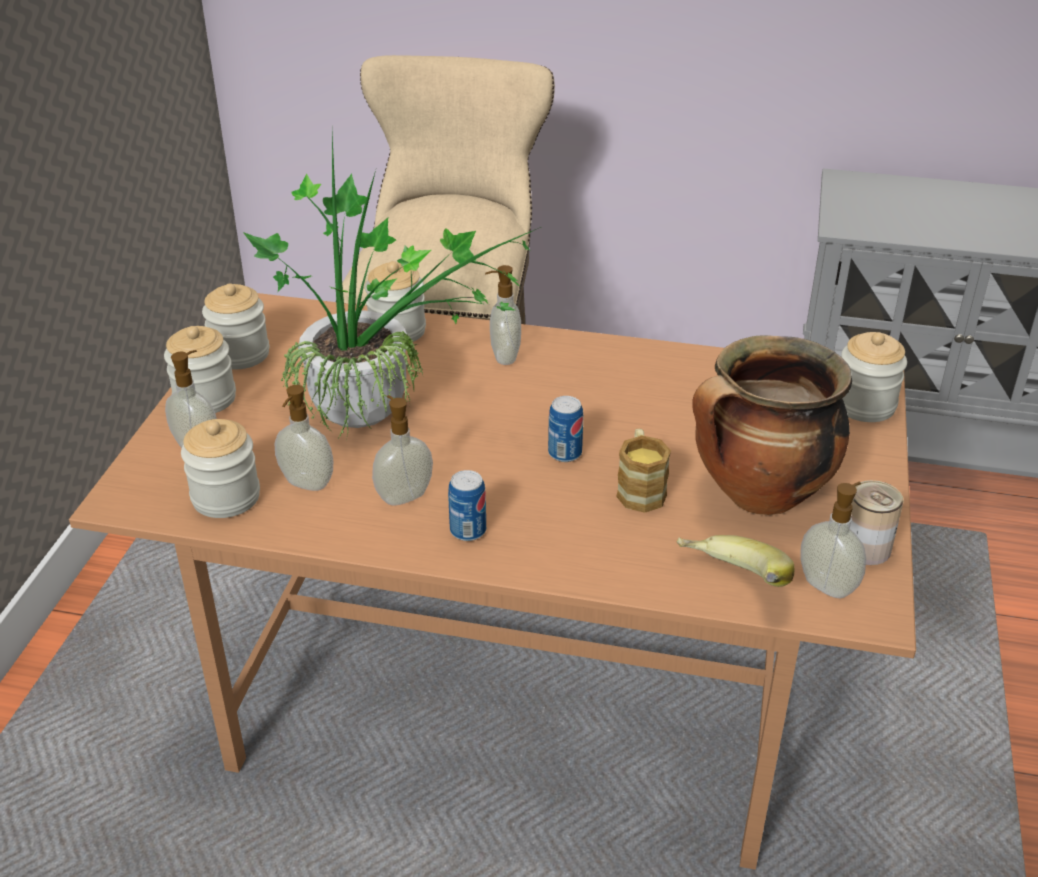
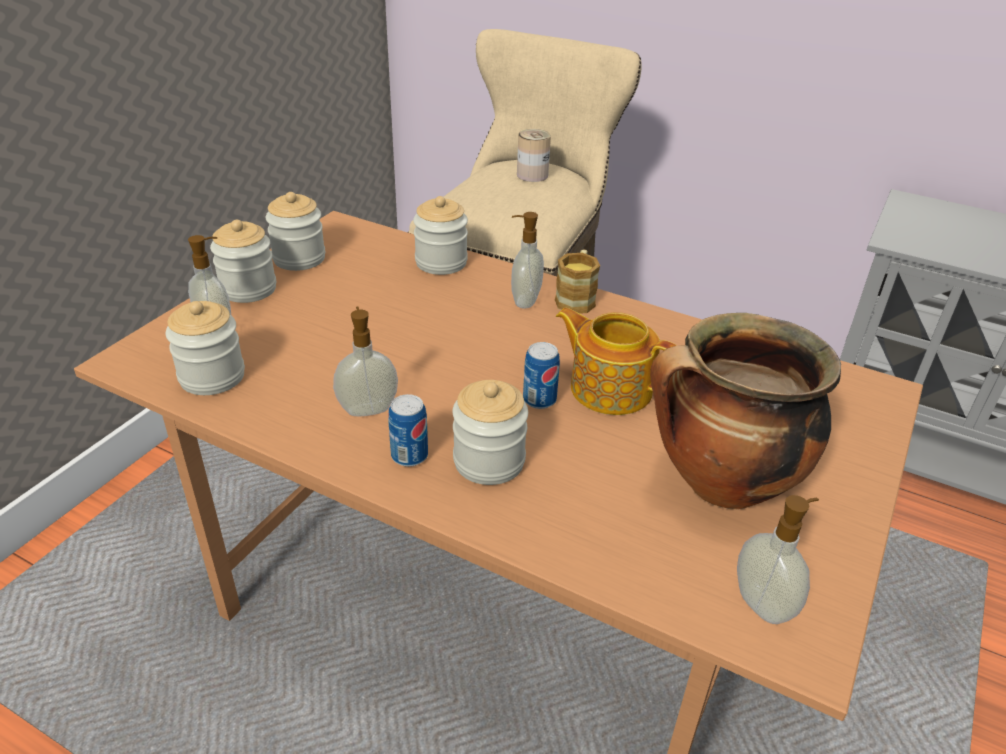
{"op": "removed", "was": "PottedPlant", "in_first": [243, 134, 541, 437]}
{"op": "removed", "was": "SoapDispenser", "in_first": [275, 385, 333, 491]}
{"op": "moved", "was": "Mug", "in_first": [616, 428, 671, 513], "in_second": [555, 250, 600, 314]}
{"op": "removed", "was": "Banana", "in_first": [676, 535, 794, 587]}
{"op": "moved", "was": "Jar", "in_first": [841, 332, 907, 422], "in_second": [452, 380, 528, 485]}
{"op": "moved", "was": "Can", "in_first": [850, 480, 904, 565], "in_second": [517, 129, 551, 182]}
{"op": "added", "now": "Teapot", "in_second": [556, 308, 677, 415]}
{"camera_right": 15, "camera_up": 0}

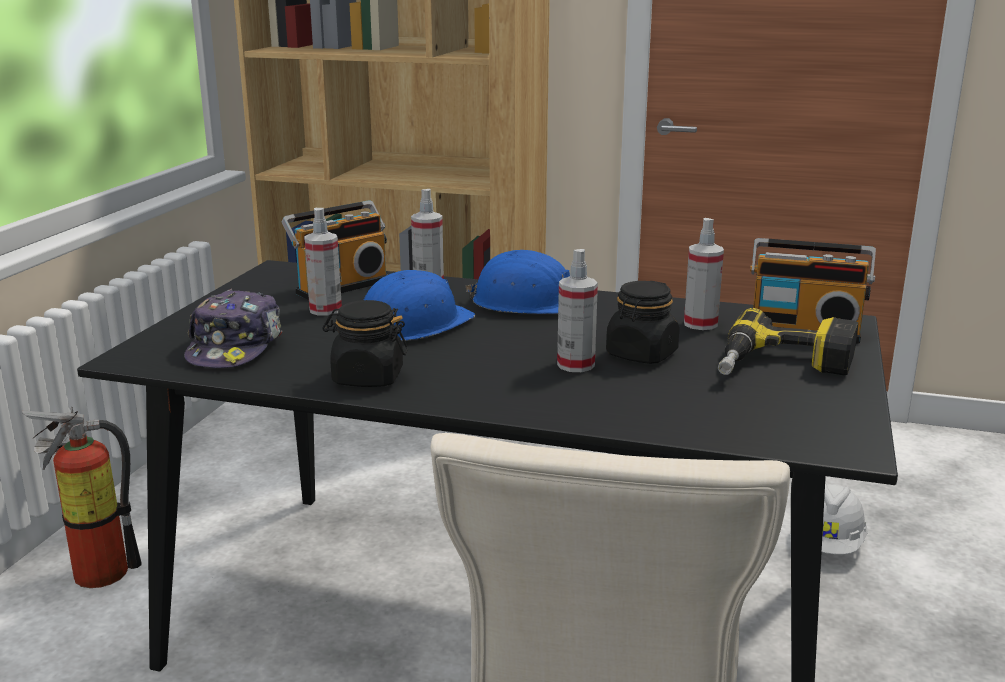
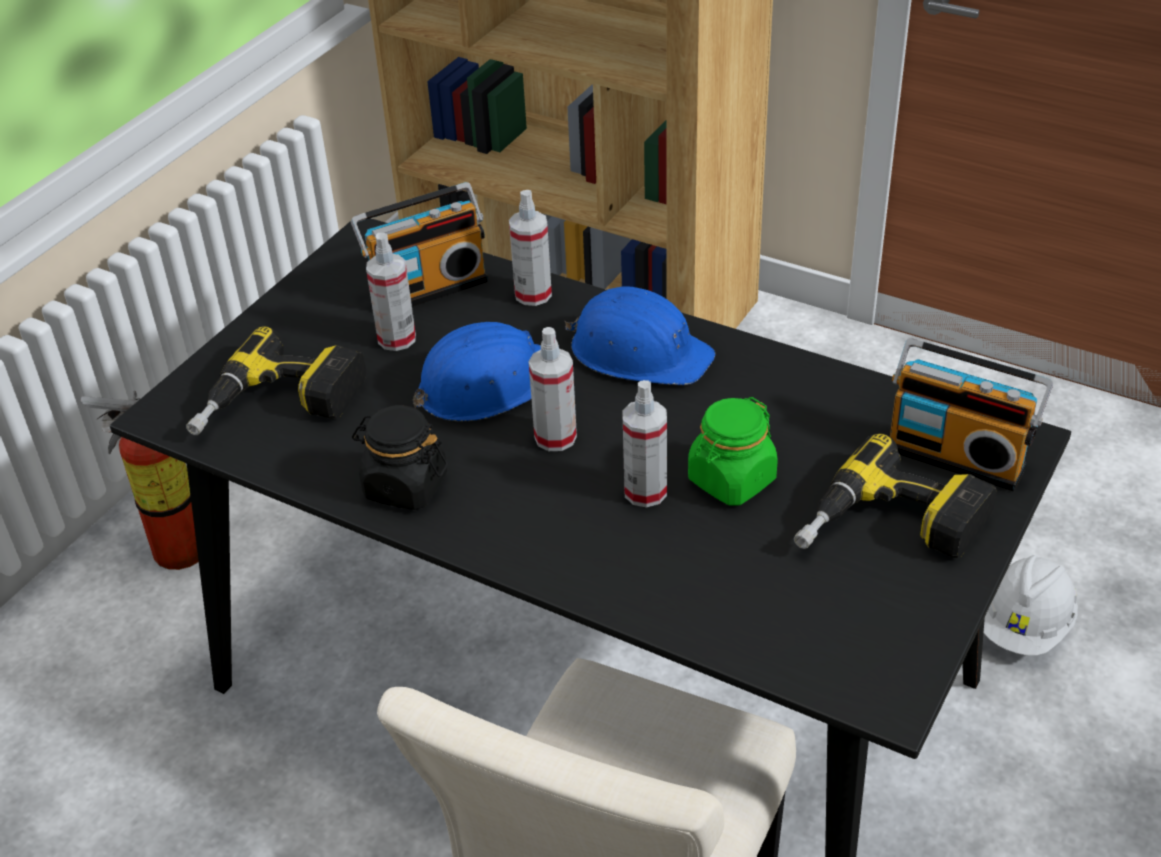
{"op": "replaced", "was": "Cap", "now": "PowerDrill", "in_first": [184, 289, 283, 368], "in_second": [186, 327, 366, 435]}
{"op": "recoloured", "was": "BlackJar", "now": "GreenJar", "in_first": [606, 281, 679, 364], "in_second": [688, 397, 778, 506]}
{"op": "moved", "was": "SprayBottle", "in_first": [684, 218, 724, 330], "in_second": [529, 327, 577, 451]}
{"camera_right": 15, "camera_up": 20}

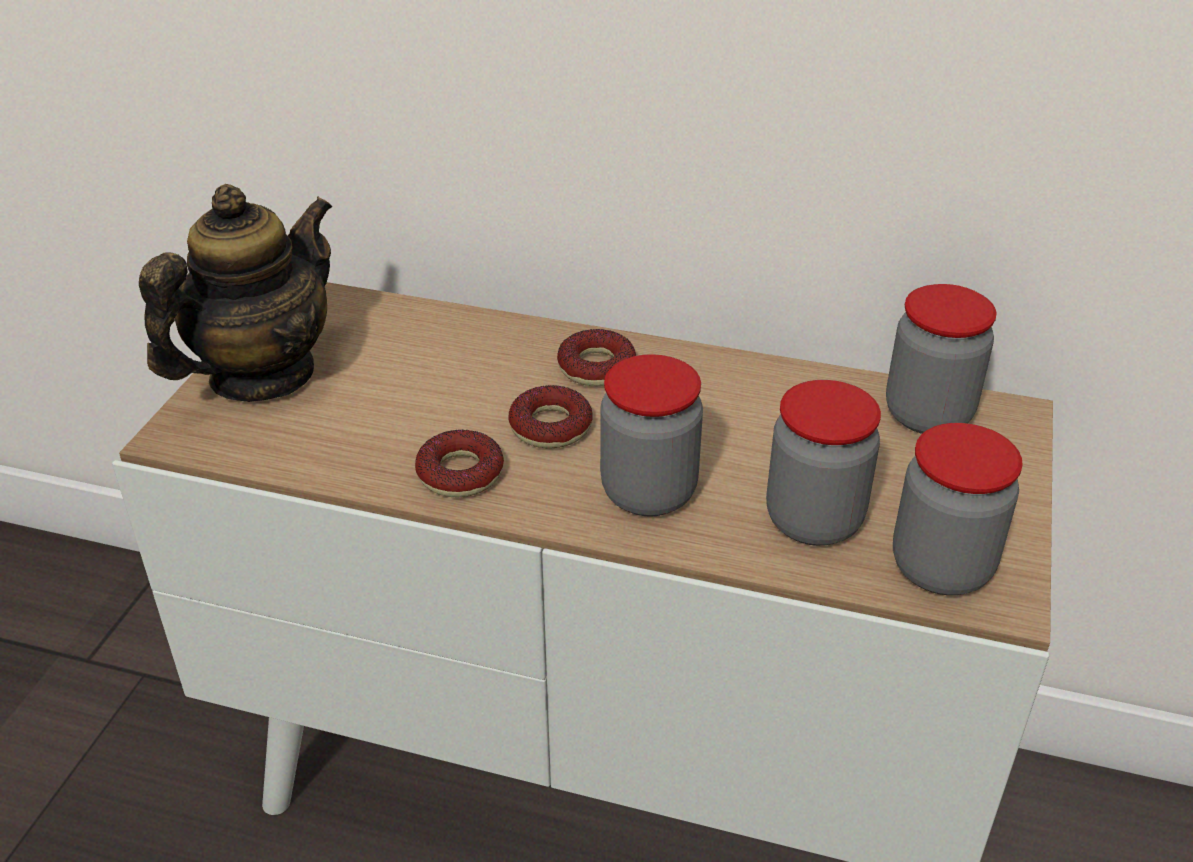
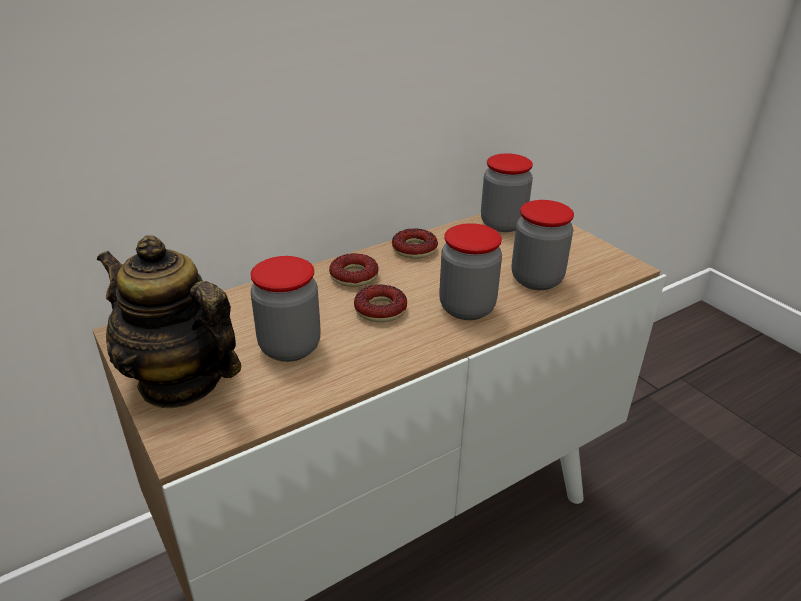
{"op": "turned", "was": "Teapot", "in_first": [139, 184, 333, 402], "in_second": [97, 235, 241, 408], "clockwise": -45}
{"op": "moved", "was": "Donut", "in_first": [415, 430, 504, 498], "in_second": [392, 228, 438, 259]}
{"op": "moved", "was": "Jar", "in_first": [893, 423, 1023, 595], "in_second": [250, 256, 321, 362]}
{"camera_right": -50, "camera_up": -5}

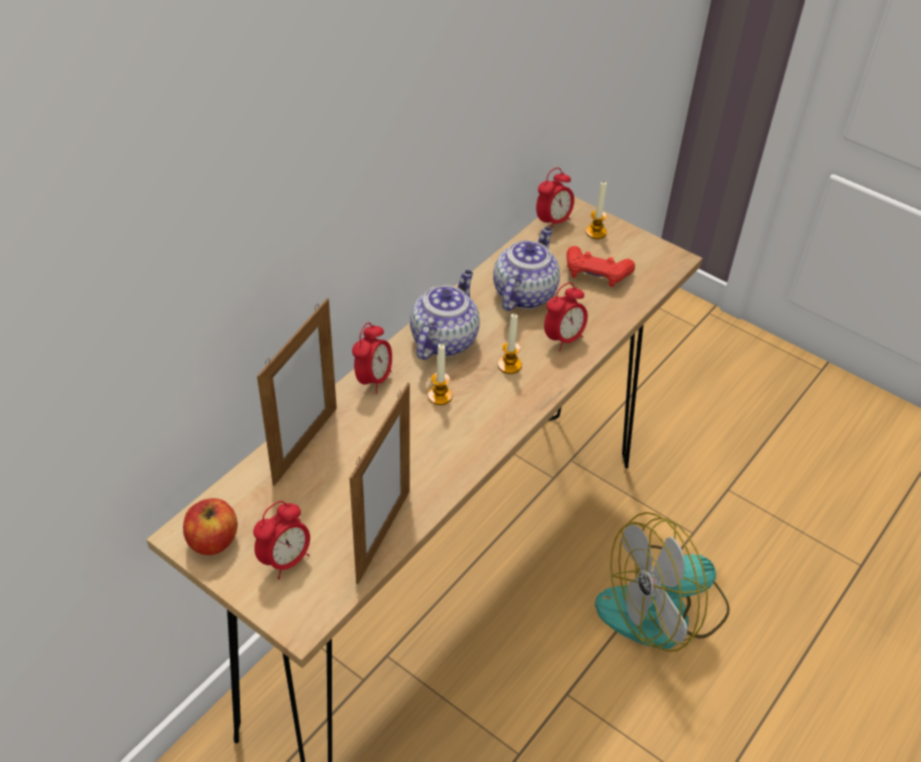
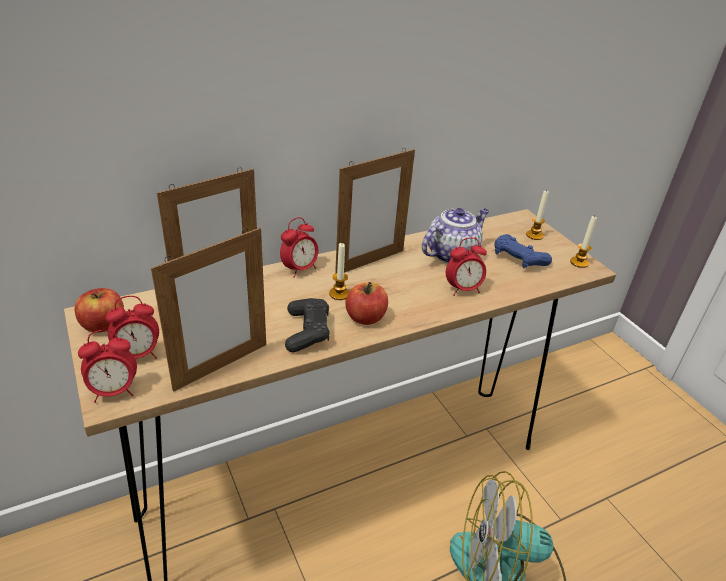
{"op": "replaced", "was": "Teapot", "now": "PictureFrame", "in_first": [410, 270, 480, 360], "in_second": [335, 148, 415, 274]}
{"op": "moved", "was": "Candle", "in_first": [498, 313, 522, 374], "in_second": [570, 216, 597, 268]}
{"op": "moved", "was": "AlarmClock", "in_first": [536, 168, 574, 229], "in_second": [78, 330, 137, 403]}
{"op": "recoloured", "was": "RedGameController", "now": "BlueGameController", "in_first": [566, 246, 635, 287], "in_second": [494, 234, 552, 268]}
{"op": "added", "now": "BlackGameController", "in_second": [285, 298, 330, 352]}
{"op": "added", "now": "Apple", "in_second": [345, 282, 388, 325]}
{"camera_right": 25, "camera_up": -10}

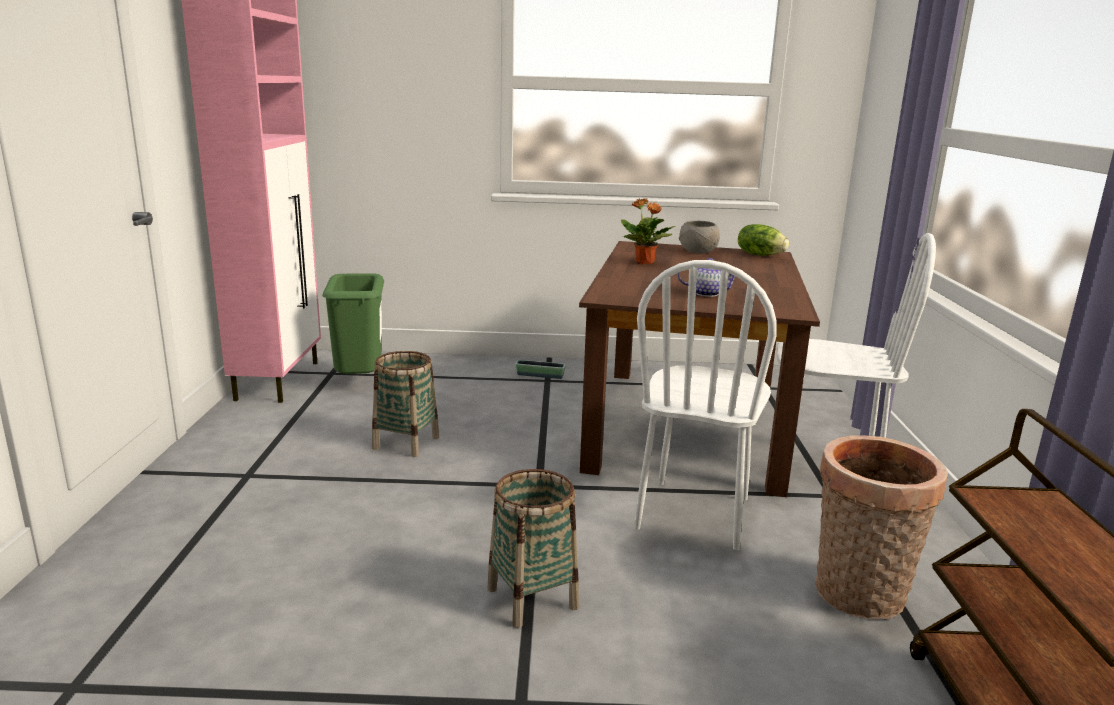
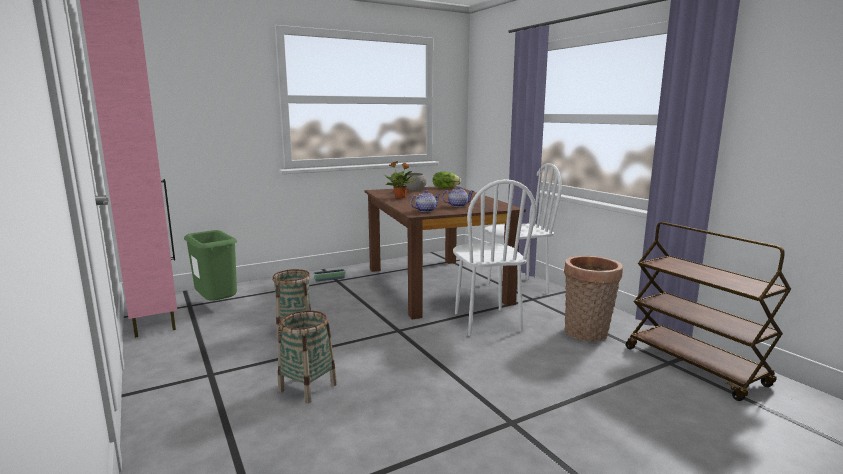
{"op": "moved", "was": "Basket", "in_first": [487, 469, 579, 628], "in_second": [278, 310, 337, 403]}
{"op": "added", "now": "Teapot", "in_second": [410, 190, 441, 212]}
{"camera_right": -30, "camera_up": -5}

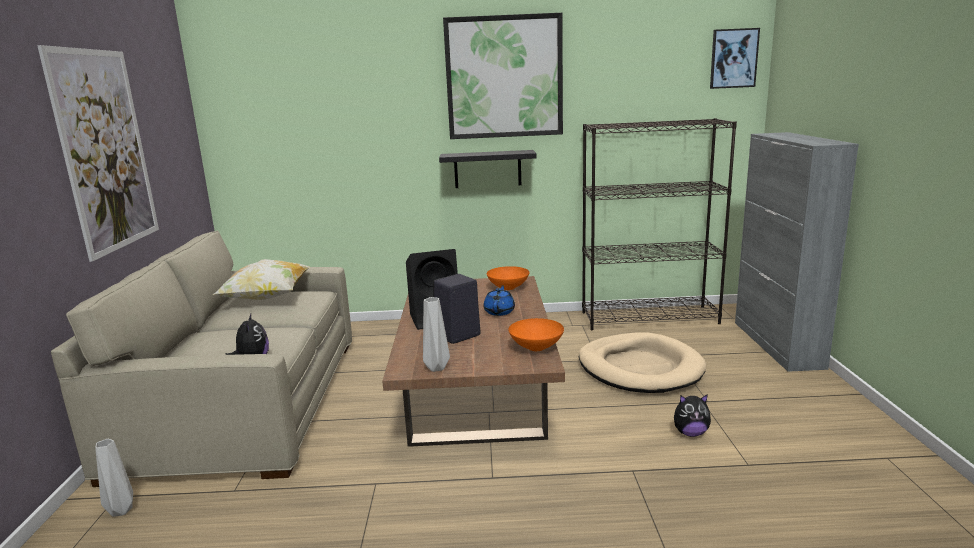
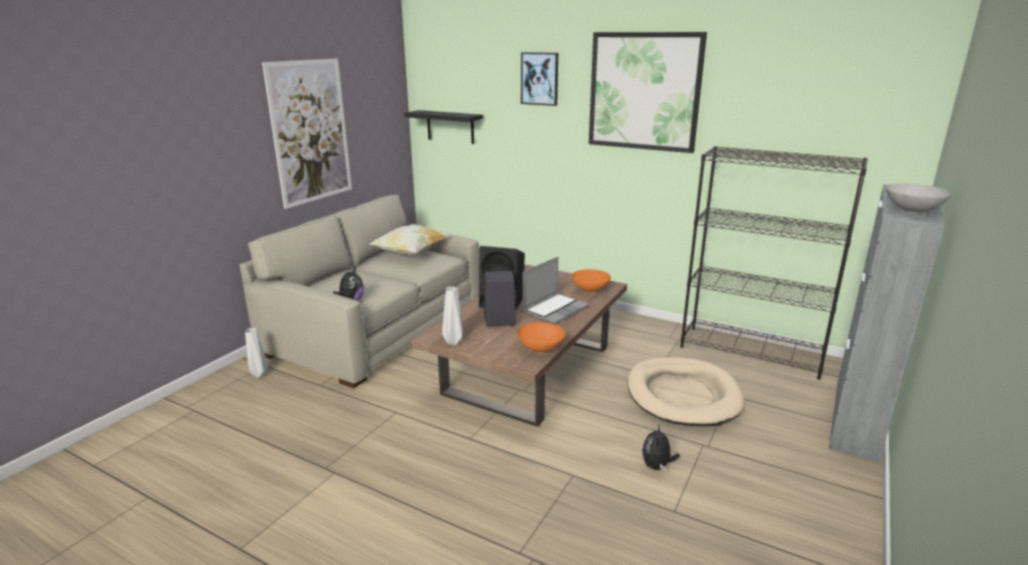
{"op": "moved", "was": "BlackShelf", "in_first": [439, 150, 537, 188], "in_second": [404, 110, 483, 144]}
{"op": "replaced", "was": "BlueTeapot", "now": "Laptop", "in_first": [483, 285, 515, 316], "in_second": [522, 257, 589, 324]}
{"op": "turned", "was": "PlushToy", "in_first": [674, 394, 711, 437], "in_second": [642, 424, 680, 471], "clockwise": 75}
{"op": "moved", "was": "Picture", "in_first": [710, 28, 760, 89], "in_second": [521, 52, 558, 106]}
{"op": "added", "now": "GreyBowl", "in_second": [886, 184, 952, 213]}
{"camera_right": 30, "camera_up": 5}

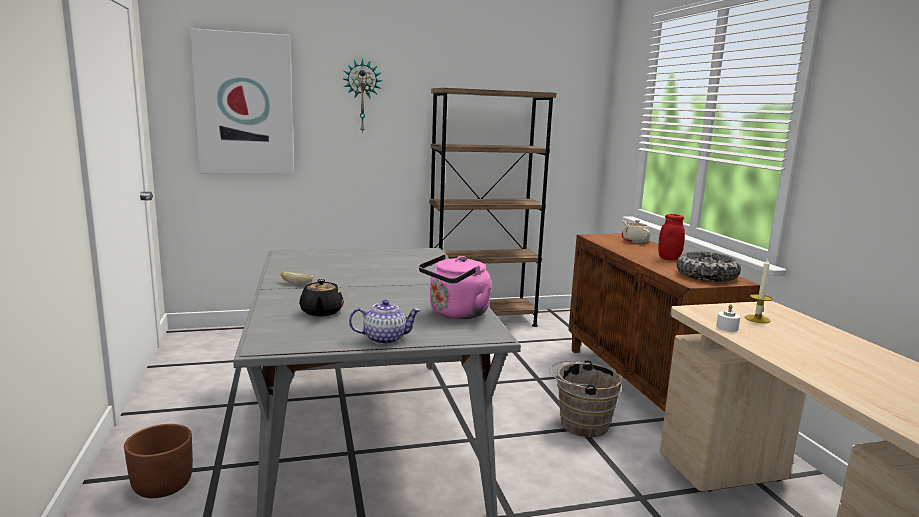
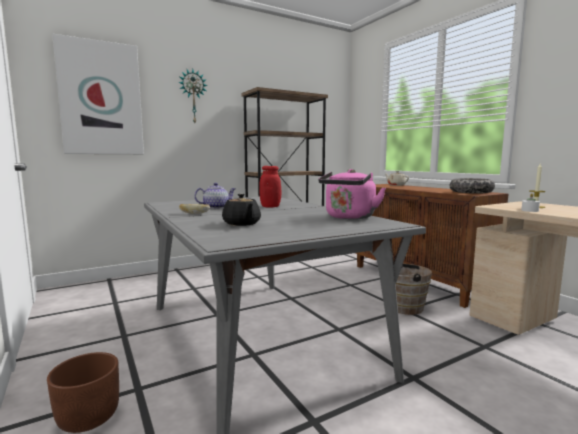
{"op": "moved", "was": "Teapot", "in_first": [349, 300, 421, 345], "in_second": [194, 183, 235, 209]}
{"op": "moved", "was": "RedJar", "in_first": [658, 214, 685, 260], "in_second": [259, 166, 281, 207]}
{"camera_right": -15, "camera_up": -5}

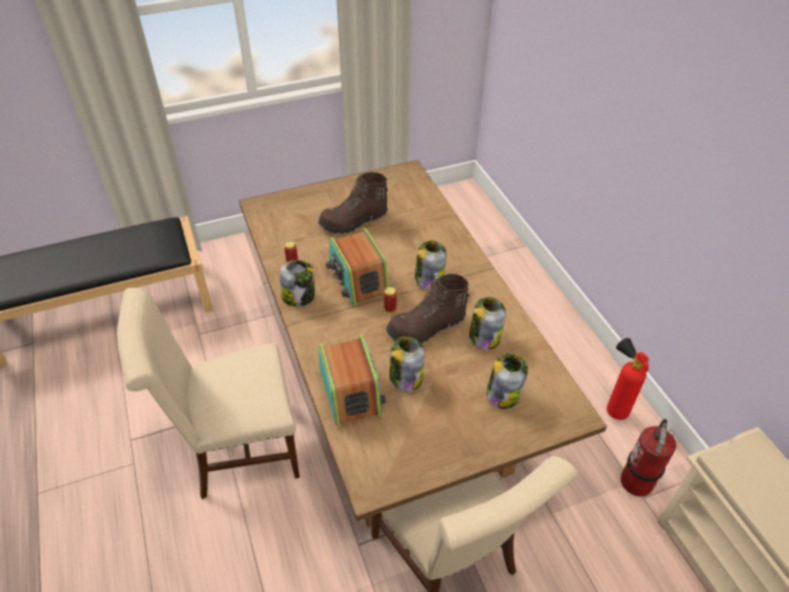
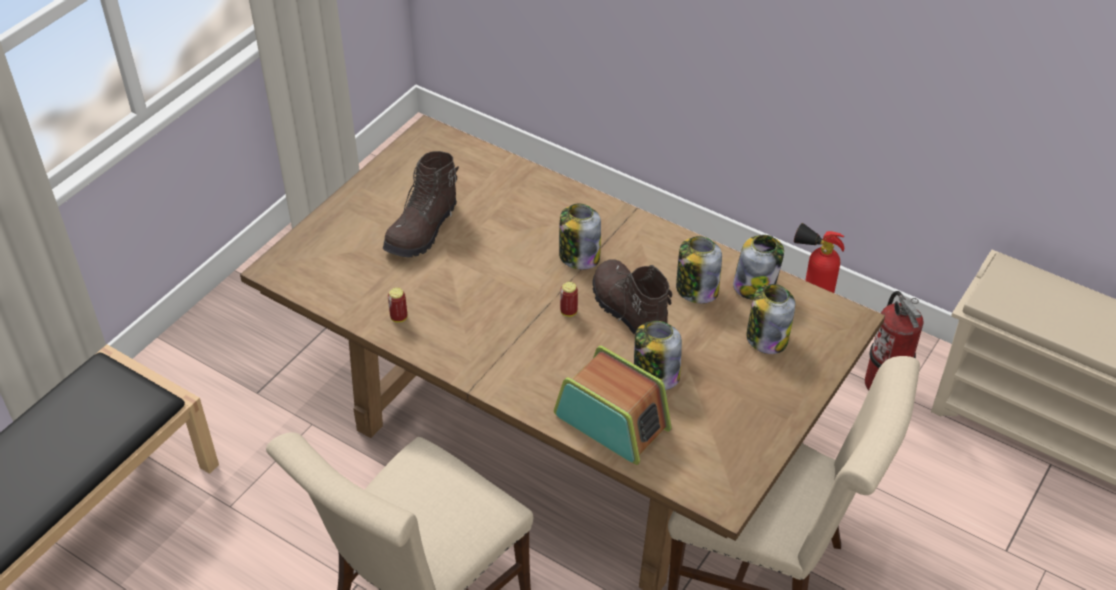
{"op": "moved", "was": "Jar", "in_first": [280, 260, 315, 307], "in_second": [733, 235, 784, 300]}
{"op": "removed", "was": "Radio", "in_first": [326, 228, 389, 306]}
{"op": "turned", "was": "BrownBoot", "in_first": [386, 274, 470, 344], "in_second": [592, 259, 672, 334], "clockwise": 120}
{"camera_right": -35, "camera_up": 0}

